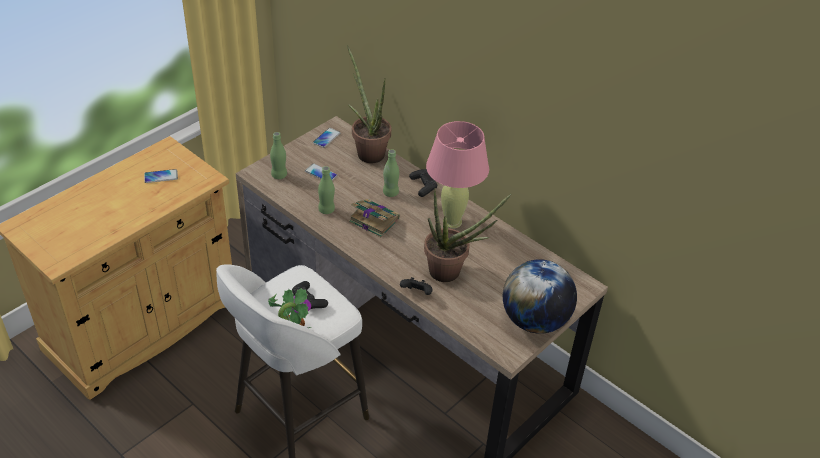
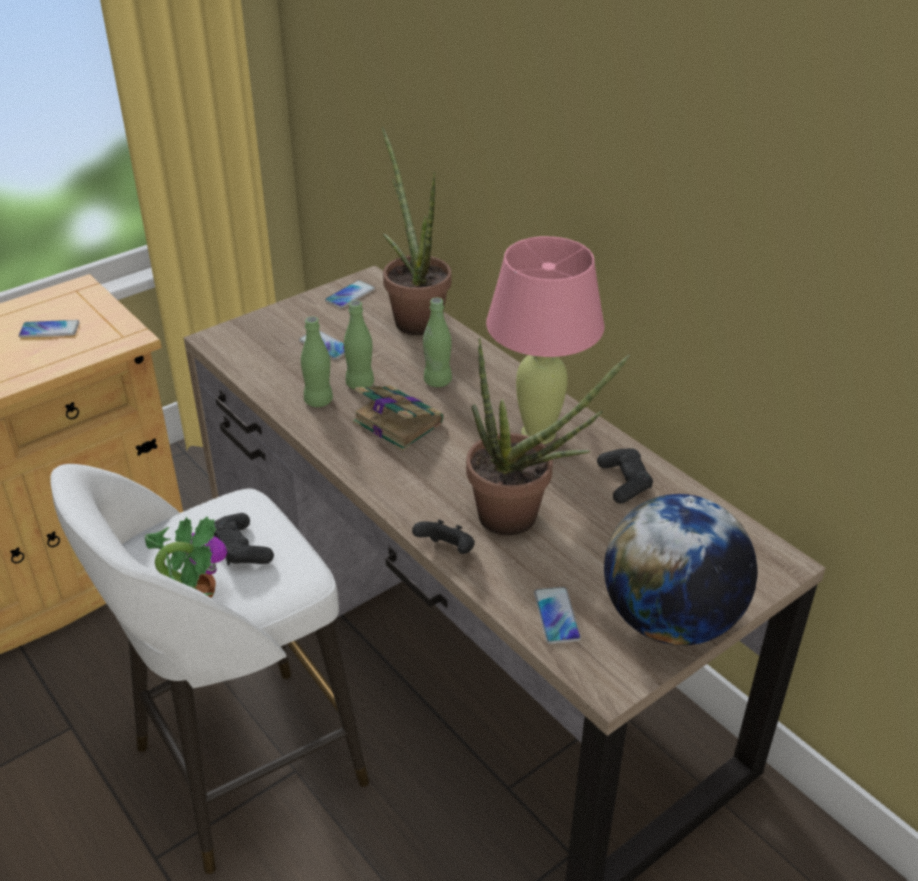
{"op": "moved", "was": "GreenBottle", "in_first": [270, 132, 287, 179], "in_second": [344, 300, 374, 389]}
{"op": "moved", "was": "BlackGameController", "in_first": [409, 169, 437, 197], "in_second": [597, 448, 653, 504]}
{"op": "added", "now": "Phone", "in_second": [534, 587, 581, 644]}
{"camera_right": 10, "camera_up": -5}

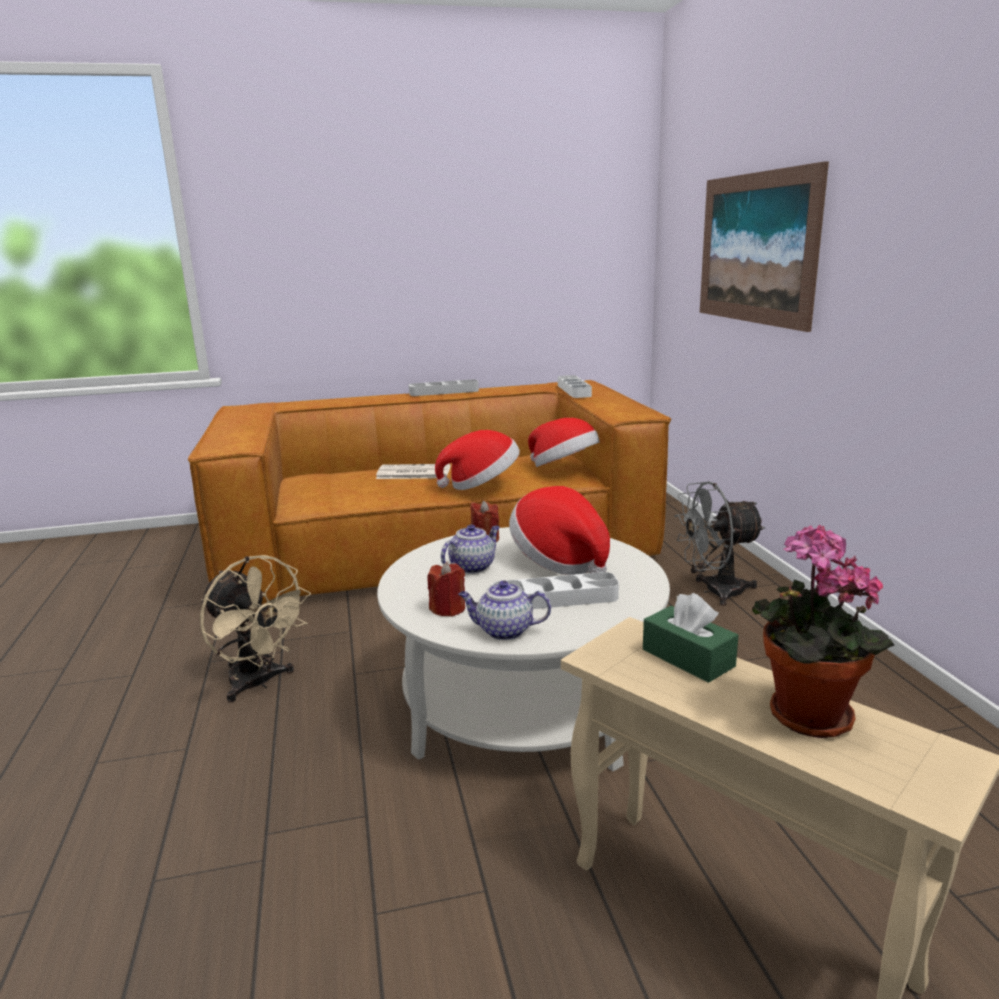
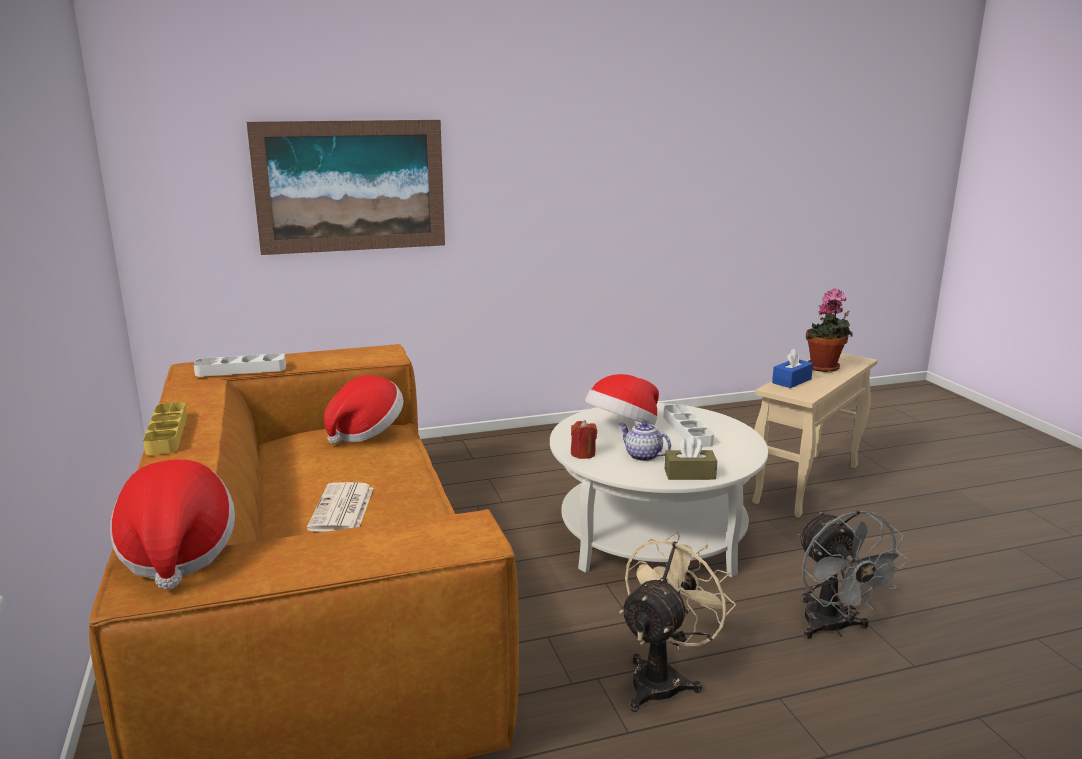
{"op": "recoloured", "was": "GreyTray", "now": "YellowTray", "in_first": [409, 380, 479, 396], "in_second": [143, 402, 187, 455]}
{"op": "removed", "was": "RedCandle", "in_first": [428, 562, 465, 617]}
{"op": "moved", "was": "Hat", "in_first": [435, 430, 520, 490], "in_second": [110, 460, 235, 590]}
{"op": "removed", "was": "Teapot", "in_first": [458, 581, 551, 640]}
{"op": "recoloured", "was": "GreenTissueBox", "now": "BlueTissueBox", "in_first": [643, 593, 739, 683], "in_second": [772, 349, 813, 388]}
{"op": "moved", "was": "GreyFan", "in_first": [674, 481, 766, 606], "in_second": [798, 510, 910, 639]}
{"op": "added", "now": "BrownTissueBox", "in_second": [665, 436, 717, 480]}
{"camera_right": -95, "camera_up": 0}

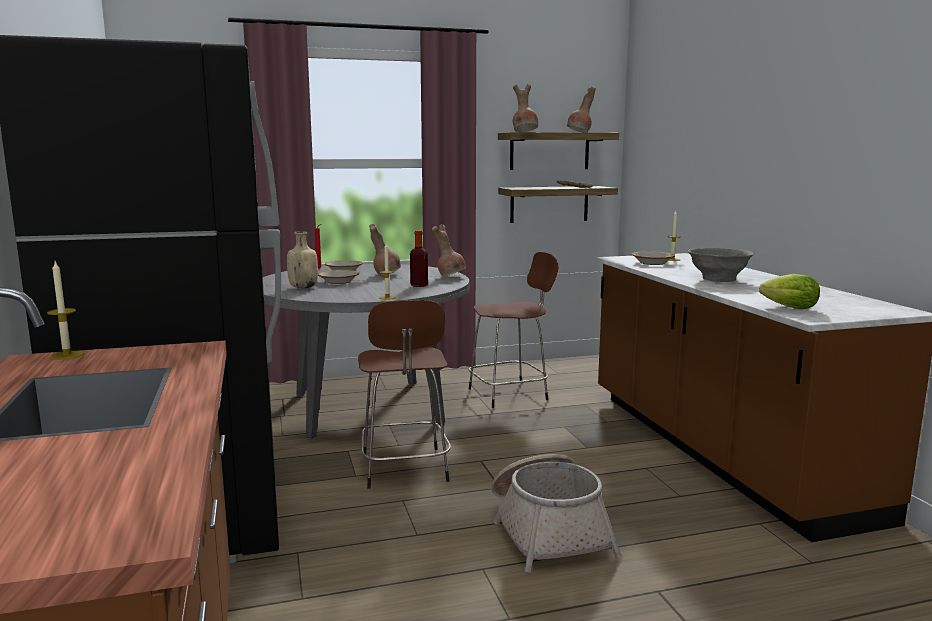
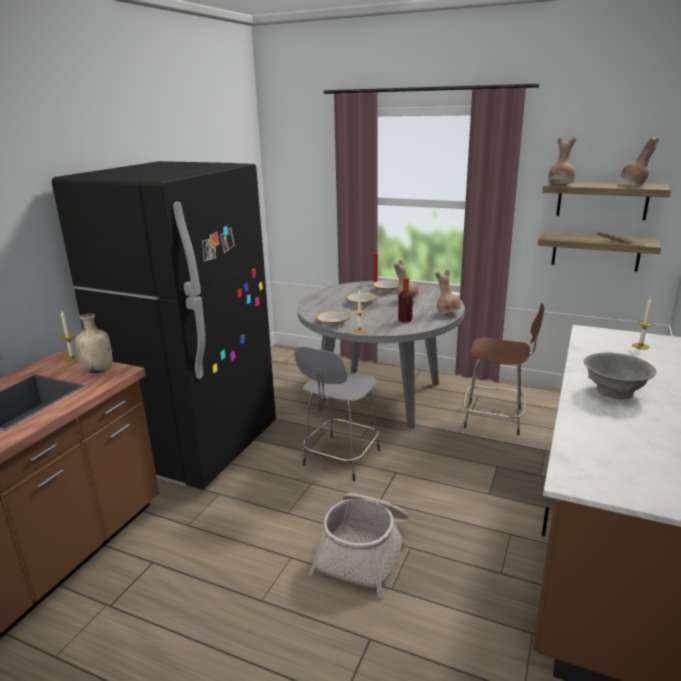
{"op": "moved", "was": "BeigeBottle", "in_first": [287, 231, 318, 288], "in_second": [75, 313, 113, 373]}
{"op": "recoloured", "was": "BrownStool", "now": "GreyStool", "in_first": [358, 300, 451, 489], "in_second": [294, 347, 380, 481]}
{"op": "moved", "was": "Bowl", "in_first": [631, 251, 675, 265], "in_second": [316, 311, 350, 326]}
{"op": "removed", "was": "Lettuce", "in_first": [759, 274, 820, 309]}
{"camera_right": 40, "camera_up": 10}

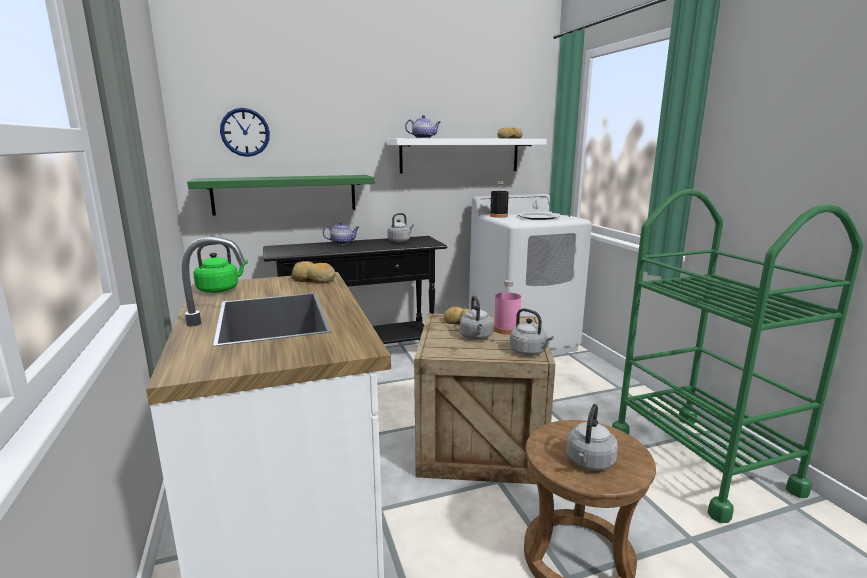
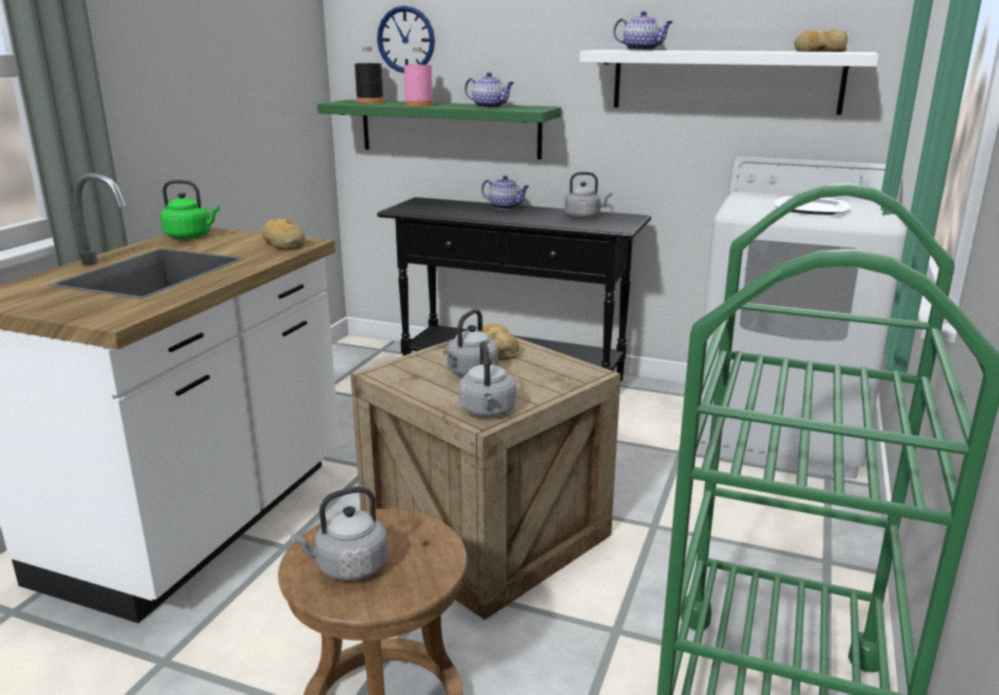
{"op": "moved", "was": "BlackBottle", "in_first": [490, 181, 509, 218], "in_second": [355, 47, 384, 104]}
{"op": "moved", "was": "PinkBottle", "in_first": [494, 280, 521, 335], "in_second": [404, 47, 433, 106]}
{"op": "added", "now": "Teapot", "in_second": [465, 72, 514, 108]}
{"camera_right": 40, "camera_up": 5}

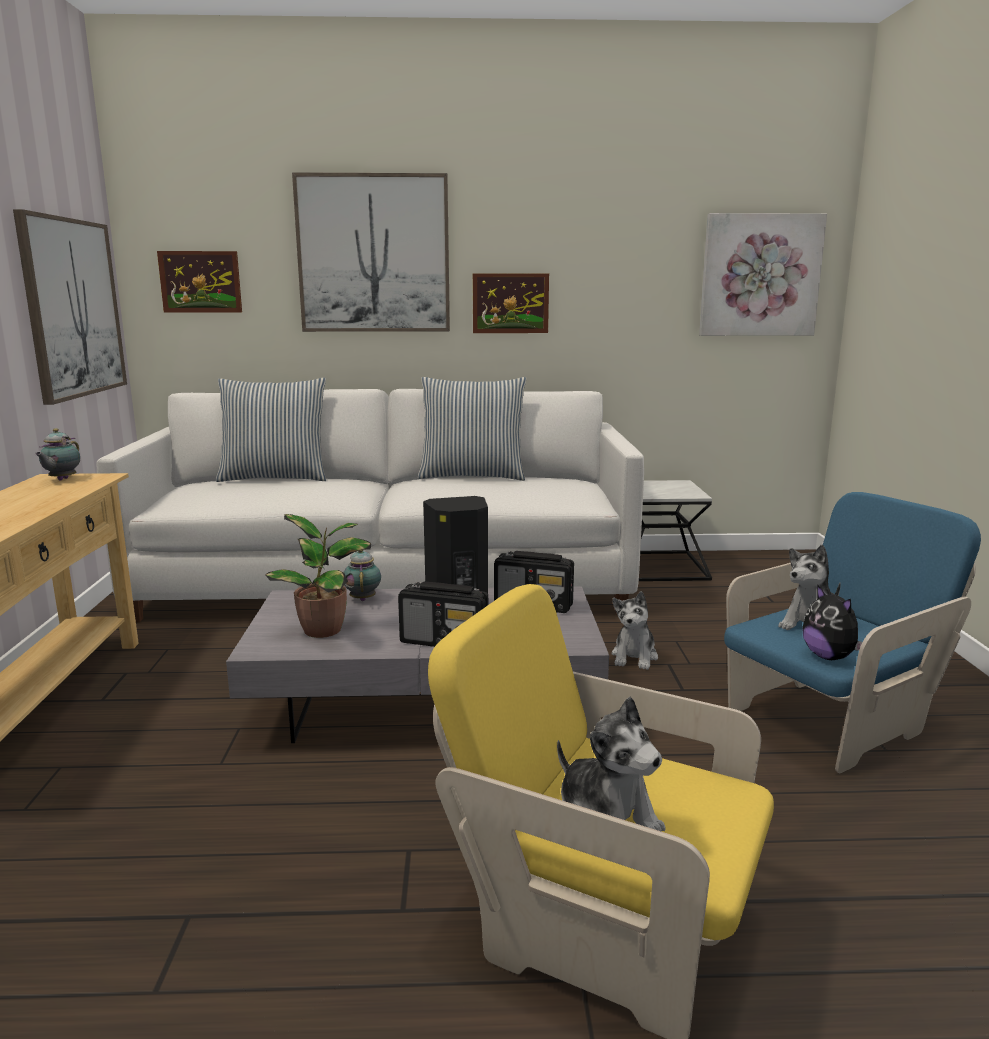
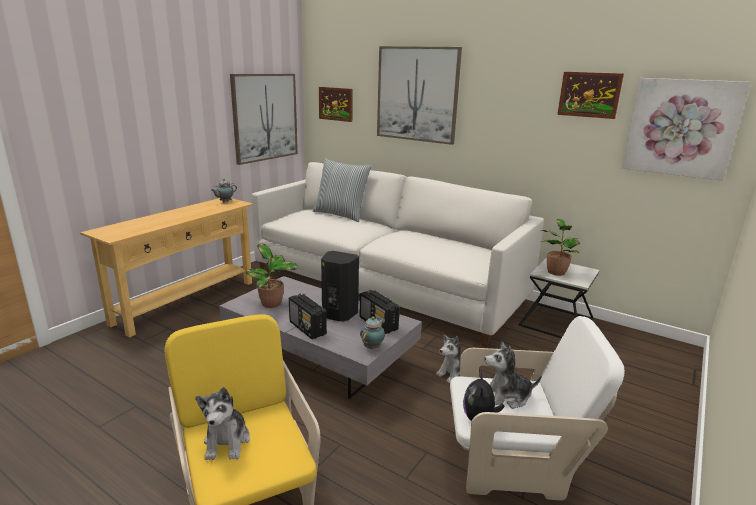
{"op": "moved", "was": "Teapot", "in_first": [343, 550, 381, 601], "in_second": [360, 316, 385, 349]}
{"op": "removed", "was": "Pillow", "in_first": [418, 377, 526, 481]}
{"op": "moved", "was": "Picture", "in_first": [473, 273, 549, 333], "in_second": [557, 72, 624, 119]}
{"op": "recoloured", "was": "BlueArmchair", "now": "WhiteArmchair", "in_first": [724, 492, 981, 773], "in_second": [450, 316, 625, 500]}
{"op": "added", "now": "PottedPlant", "in_second": [541, 219, 580, 276]}
{"camera_right": 35, "camera_up": 5}

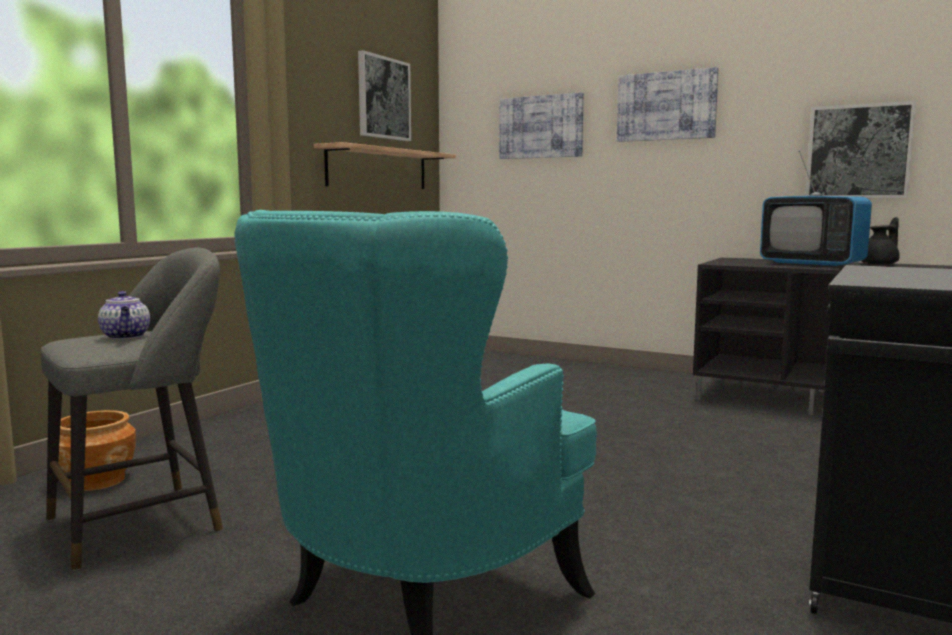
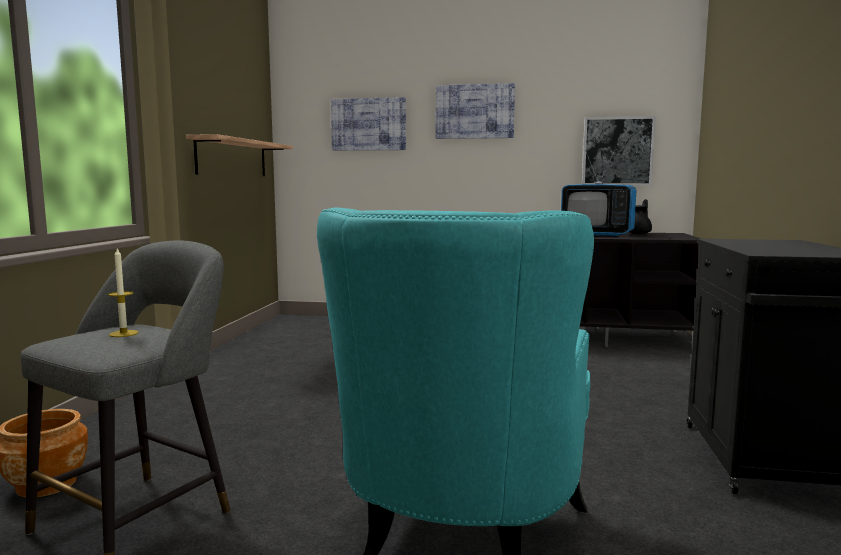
{"op": "replaced", "was": "Teapot", "now": "Candle", "in_first": [98, 291, 150, 339], "in_second": [108, 248, 139, 337]}
{"op": "removed", "was": "Picture", "in_first": [358, 50, 411, 141]}
{"camera_right": -20, "camera_up": 0}

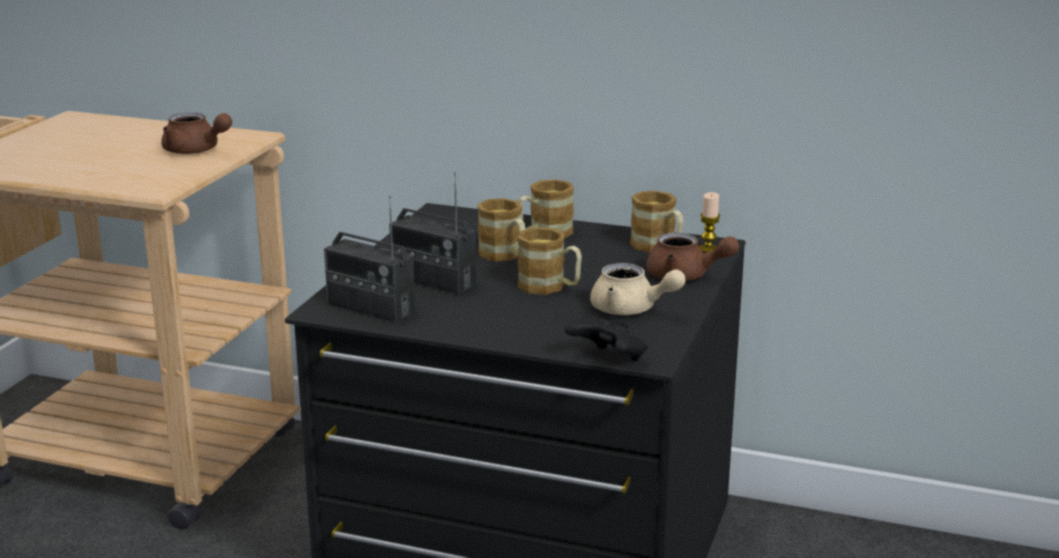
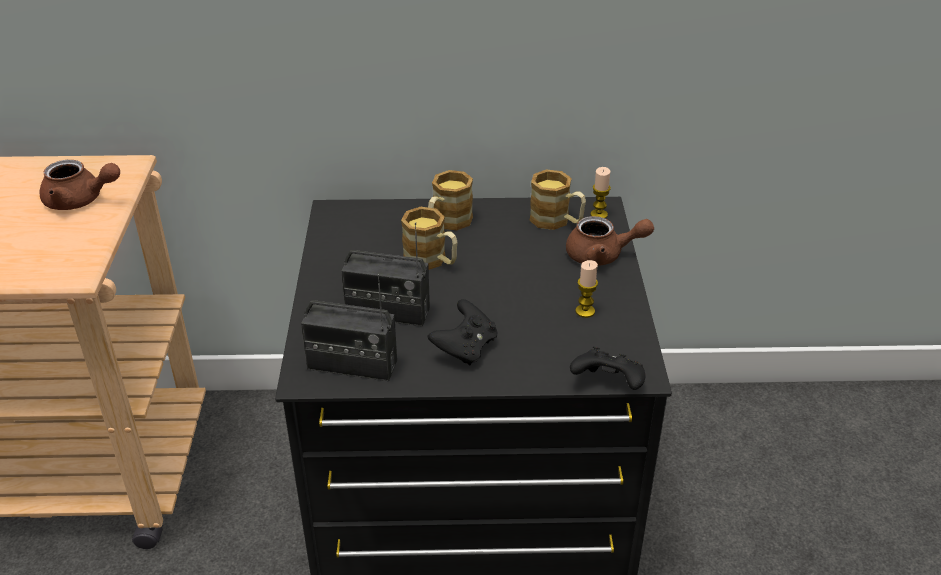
{"op": "removed", "was": "Mug", "in_first": [517, 227, 582, 295]}
{"op": "replaced", "was": "BeigeTeapot", "now": "Candle", "in_first": [590, 263, 686, 315], "in_second": [575, 260, 598, 318]}
{"op": "added", "now": "BlackGameController", "in_second": [428, 299, 497, 366]}
{"camera_right": -20, "camera_up": 15}

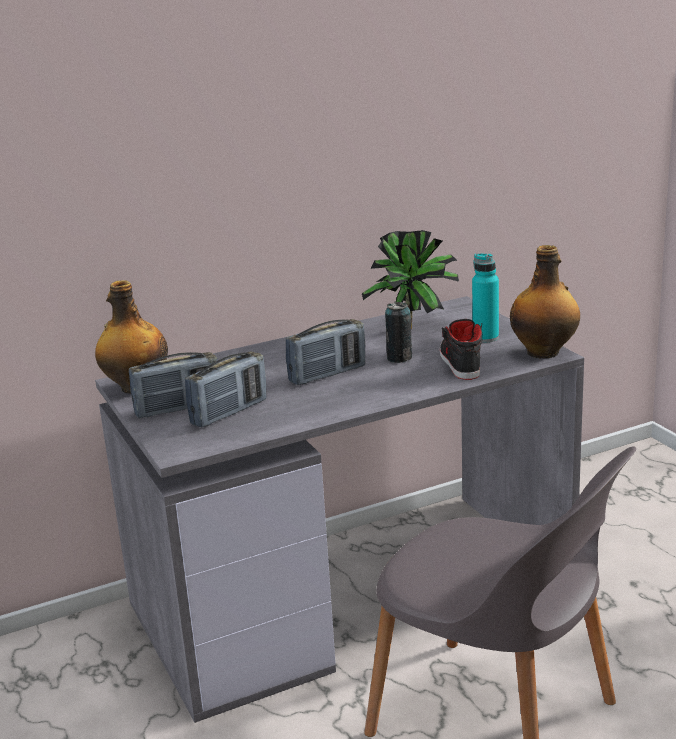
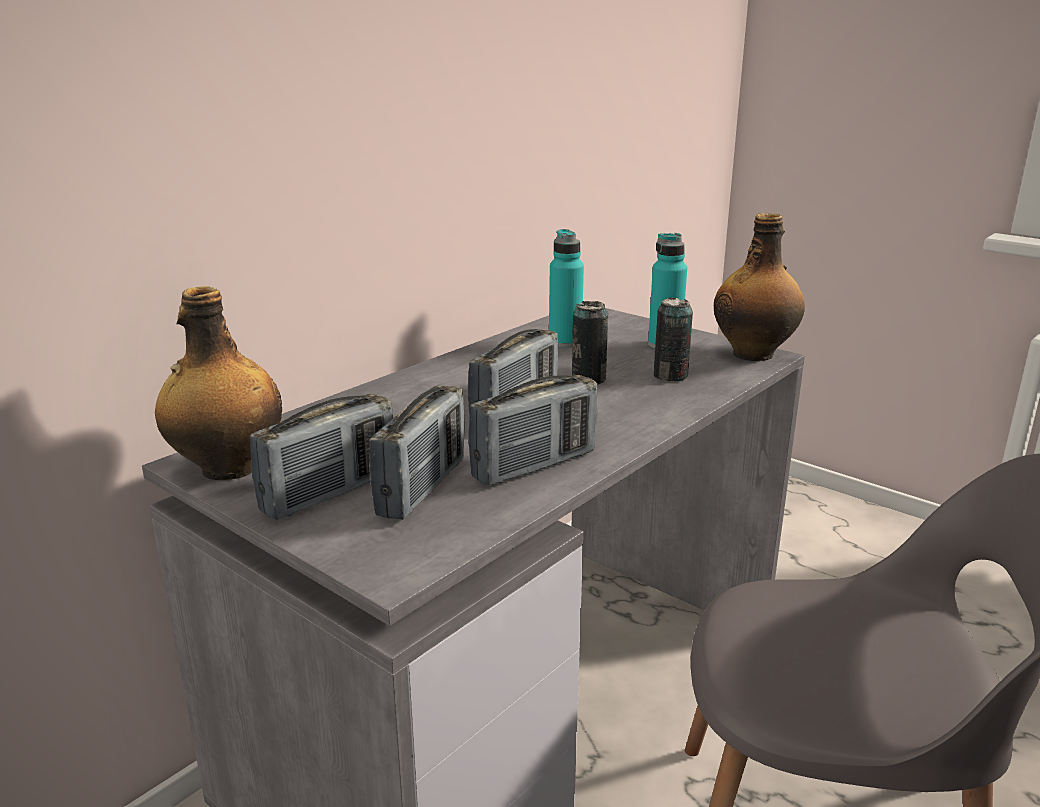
{"op": "replaced", "was": "PottedPlant", "now": "TurquoiseBottle", "in_first": [362, 230, 459, 329], "in_second": [549, 229, 584, 348]}
{"op": "replaced", "was": "BlackShoe", "now": "Can", "in_first": [440, 319, 482, 380], "in_second": [654, 297, 693, 382]}
{"op": "added", "now": "Radio", "in_second": [468, 375, 598, 486]}
{"camera_right": -25, "camera_up": 0}

